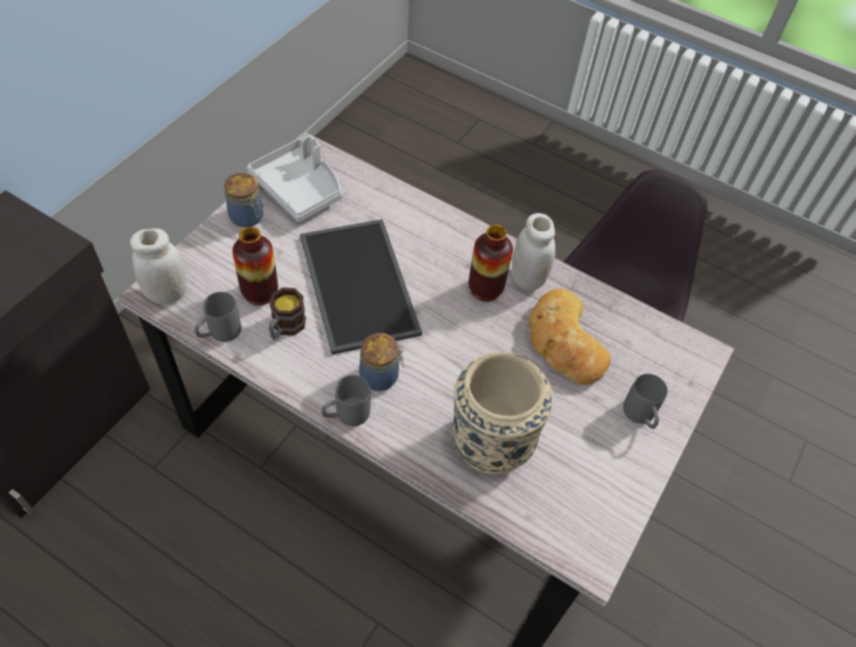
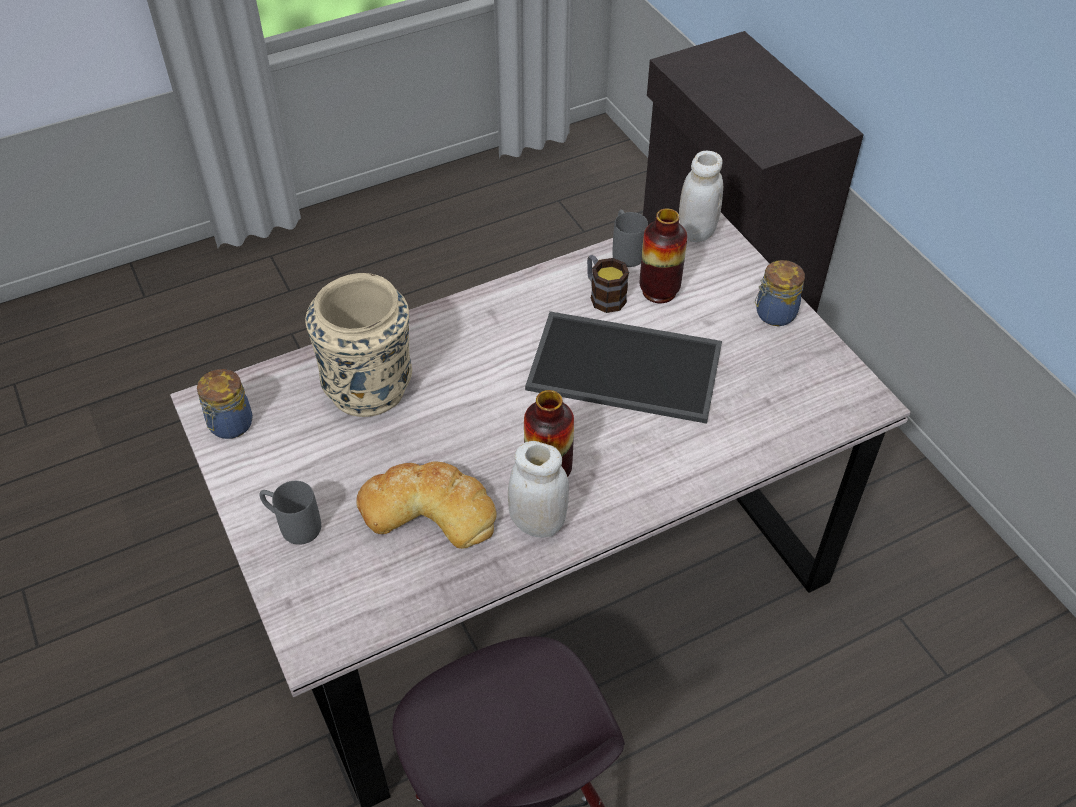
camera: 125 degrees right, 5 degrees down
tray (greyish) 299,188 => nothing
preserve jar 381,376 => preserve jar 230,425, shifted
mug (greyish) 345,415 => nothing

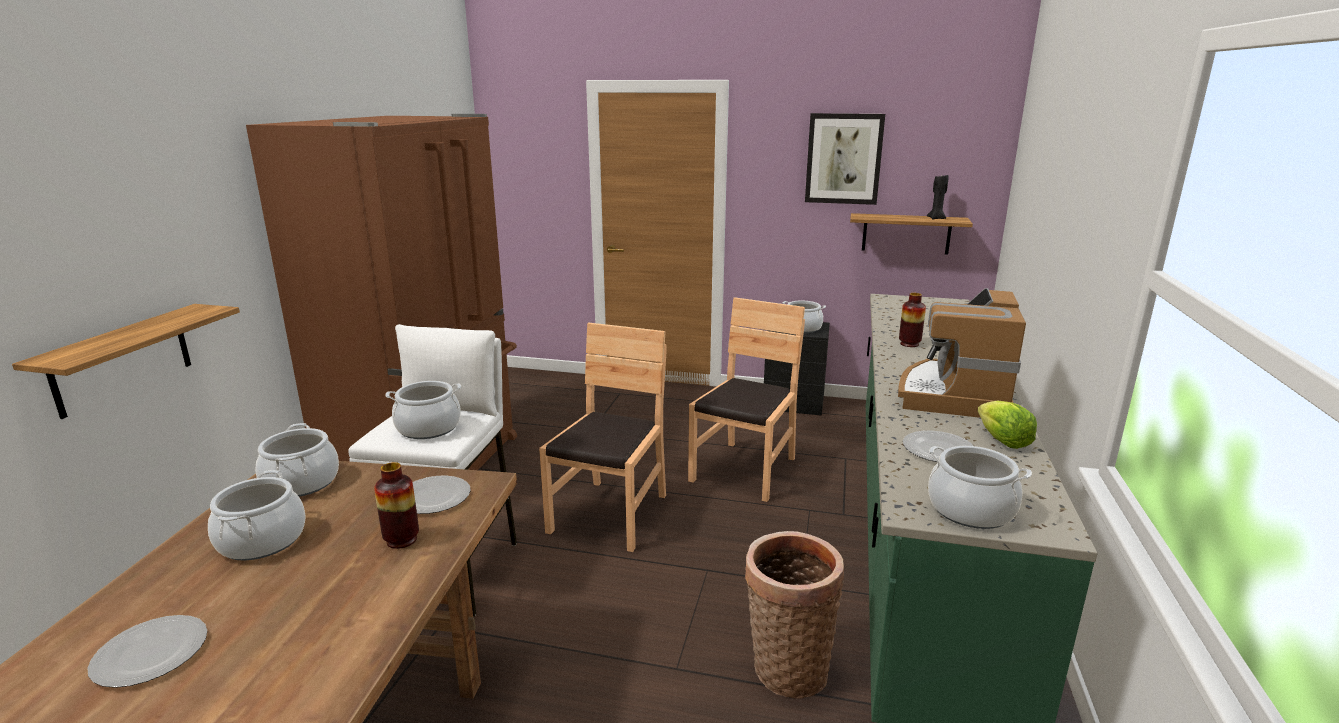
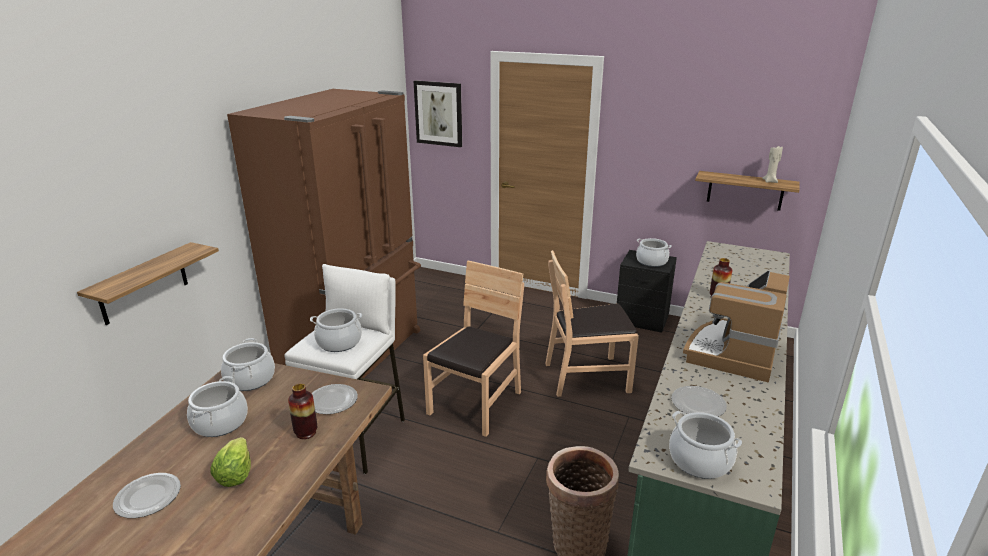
camera: 10 degrees right, 5 degrees up
picture 843,159 => picture 439,113, shifted
candle (blackish) 936,218 => candle (sand-coloured) 770,181
plain chair (brownish) 745,470 => plain chair (brownish) 587,376, 135 degrees counterclockwise
lettuce 1002,441 => lettuce 235,474, shifted

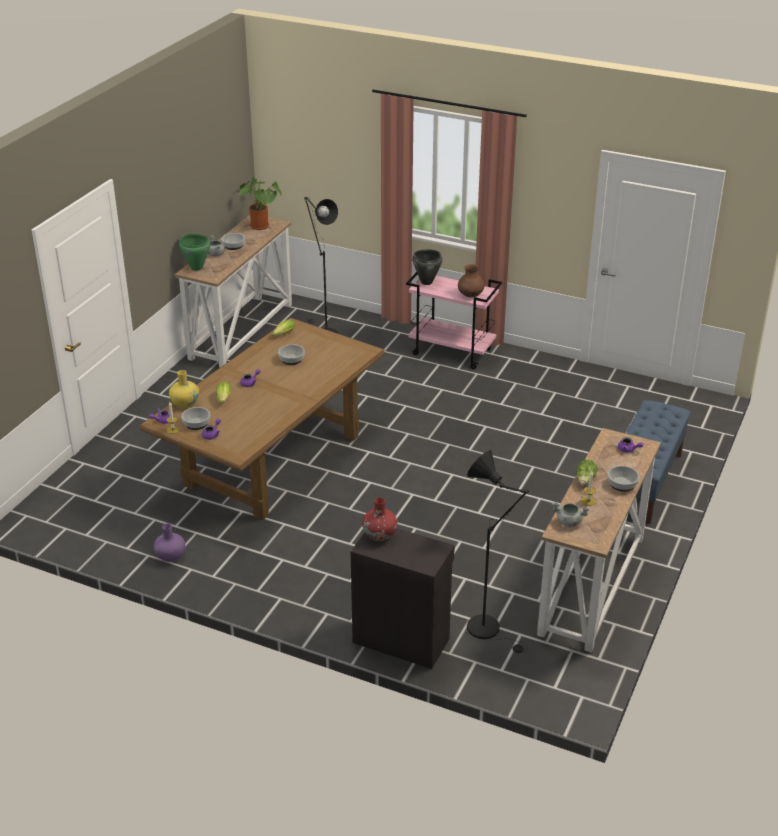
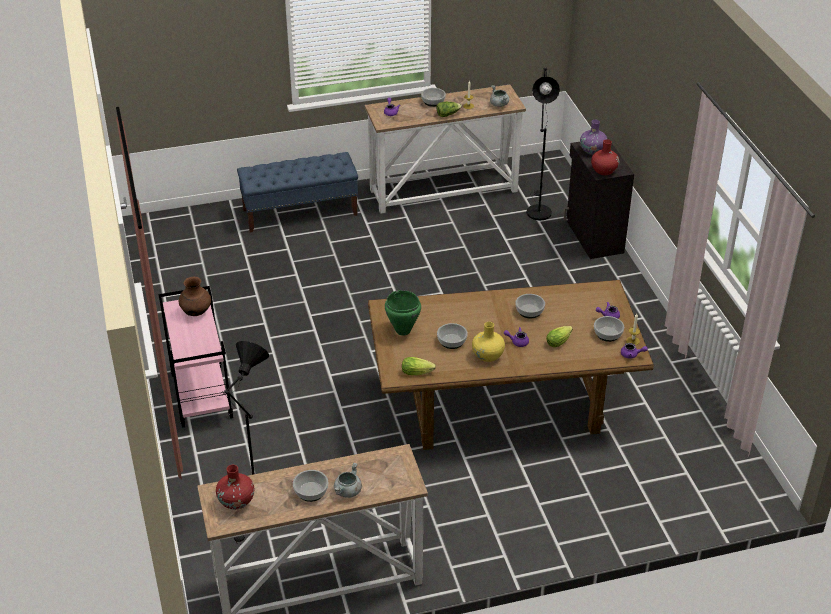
camera: 130 degrees left, 5 degrees up
houseplant 261,226 => flower vase (red) 236,501
cooking pot (green) 196,267 => cooking pot (green) 402,331, shifted
cooking pot (blackish) 426,282 => nothing
flower vase (yellow) 185,403 => flower vase (yellow) 487,356, shifted
flower vase (purple) 170,556 => flower vase (purple) 592,151, shifted
nothing => serving bowl 529,311

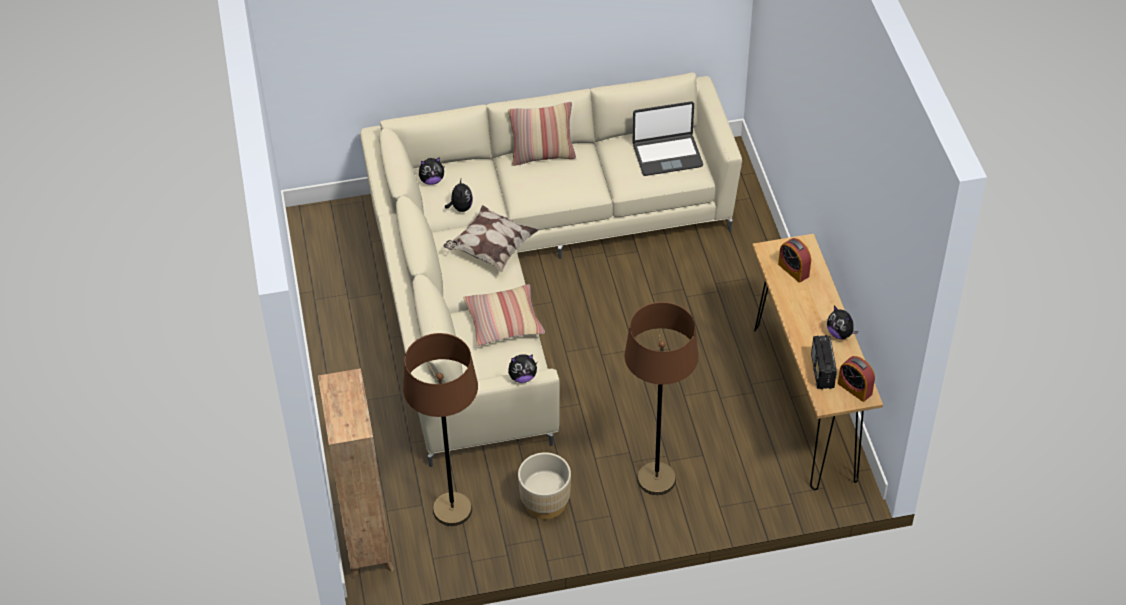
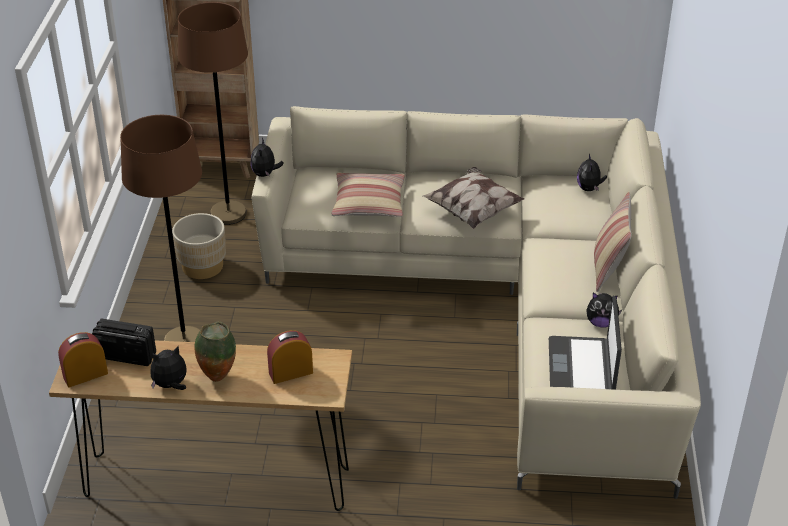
camera: 105 degrees right, 10 degrees down
cuddly toy 460,208 => cuddly toy 601,323, shifted
nothing => flower vase 218,376

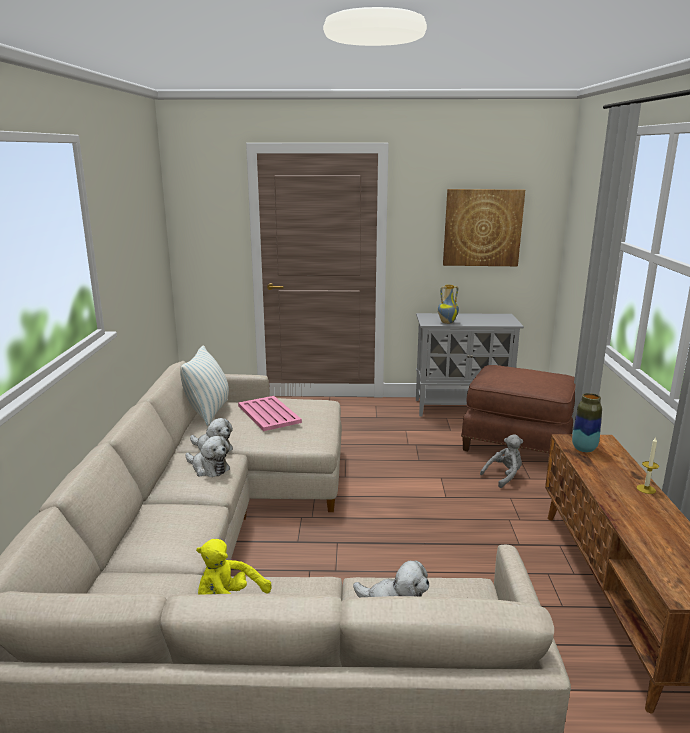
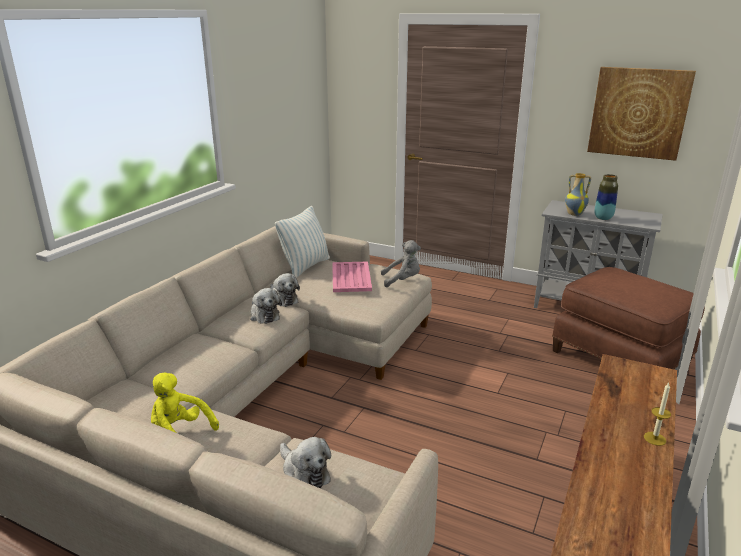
camera: 25 degrees right, 5 degrees up
flower vase 584,449 => flower vase 603,218, shifted
cuddly toy (greyish) 504,476 => cuddly toy (greyish) 402,280, shifted

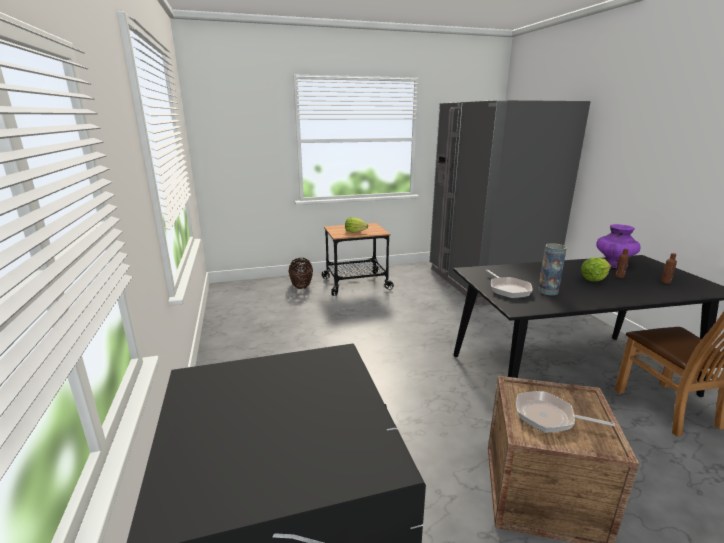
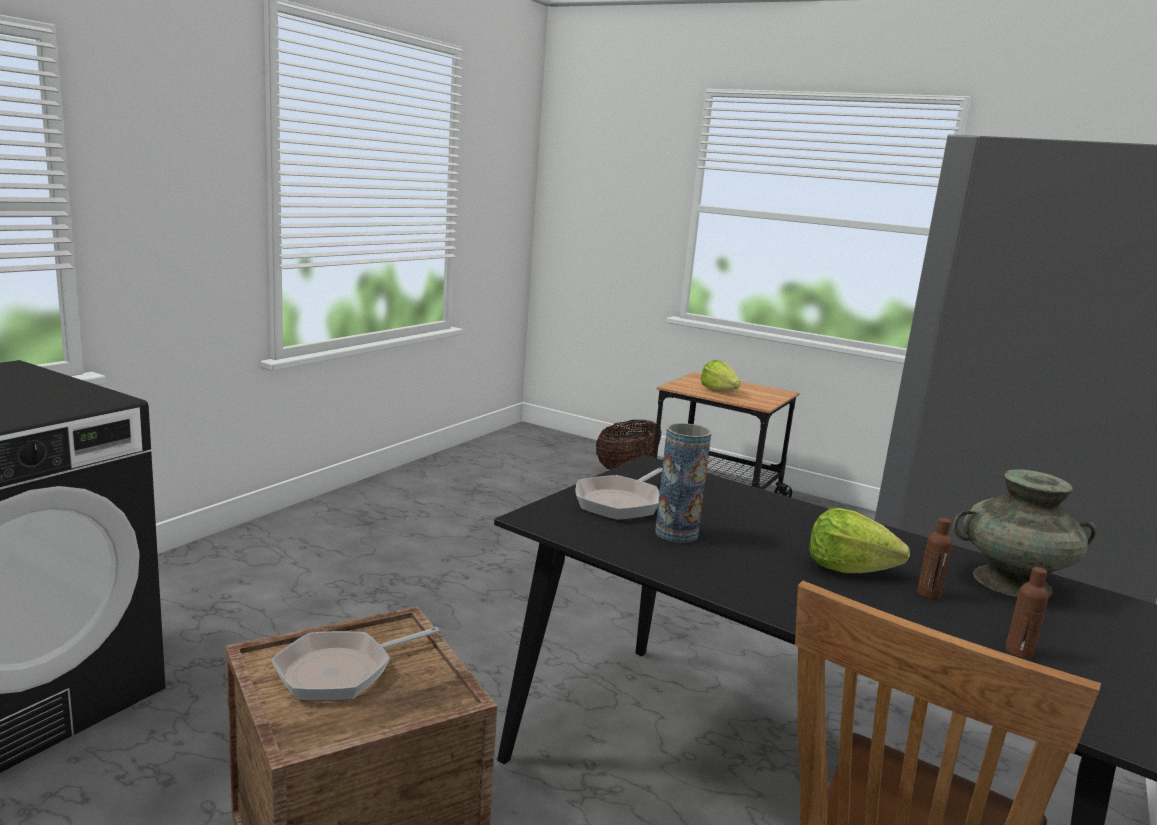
camera: 45 degrees right, 5 degrees down
flower vase (purple) 613,264 => flower vase (turquoise-coloured) 1011,582
frying pan 549,417 => frying pan 341,671, 105 degrees counterclockwise

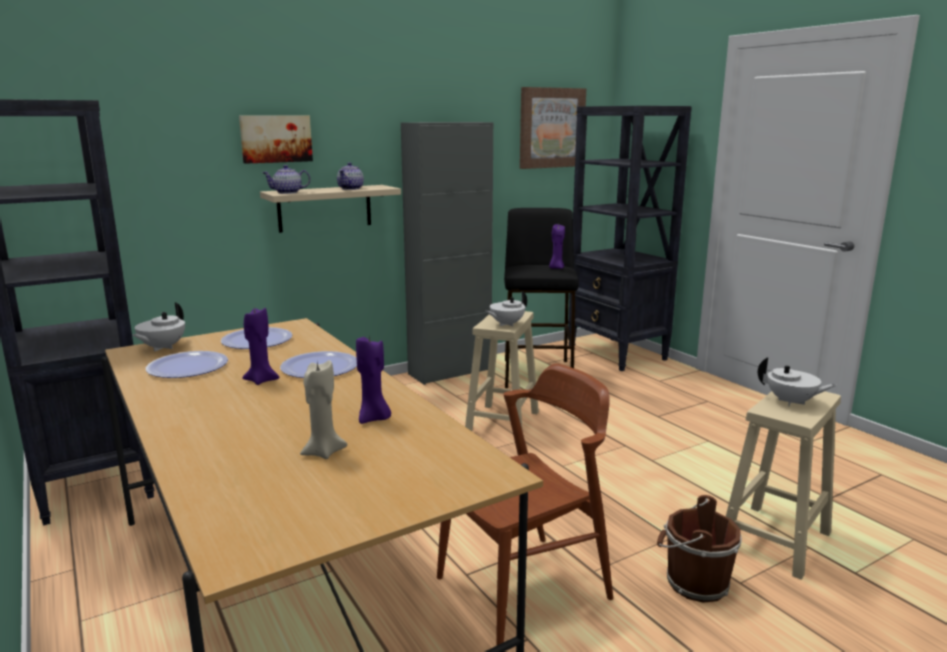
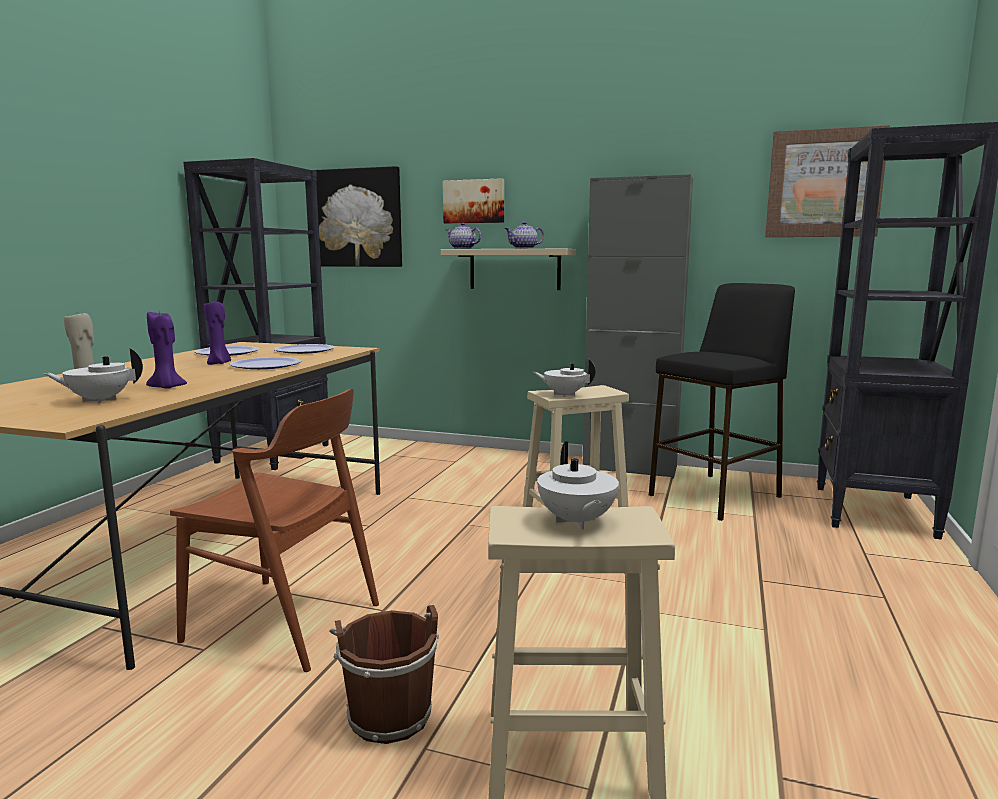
camera: 50 degrees right, 5 degrees down
candle (purple) 556,268 => nothing
teapot (white) 162,348 => teapot (white) 99,400, shifted
nothing => picture 358,218

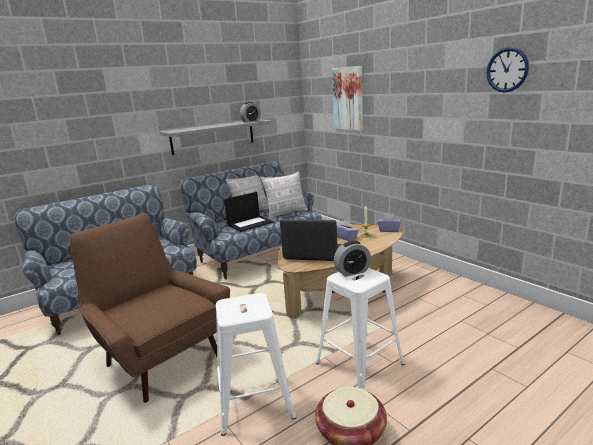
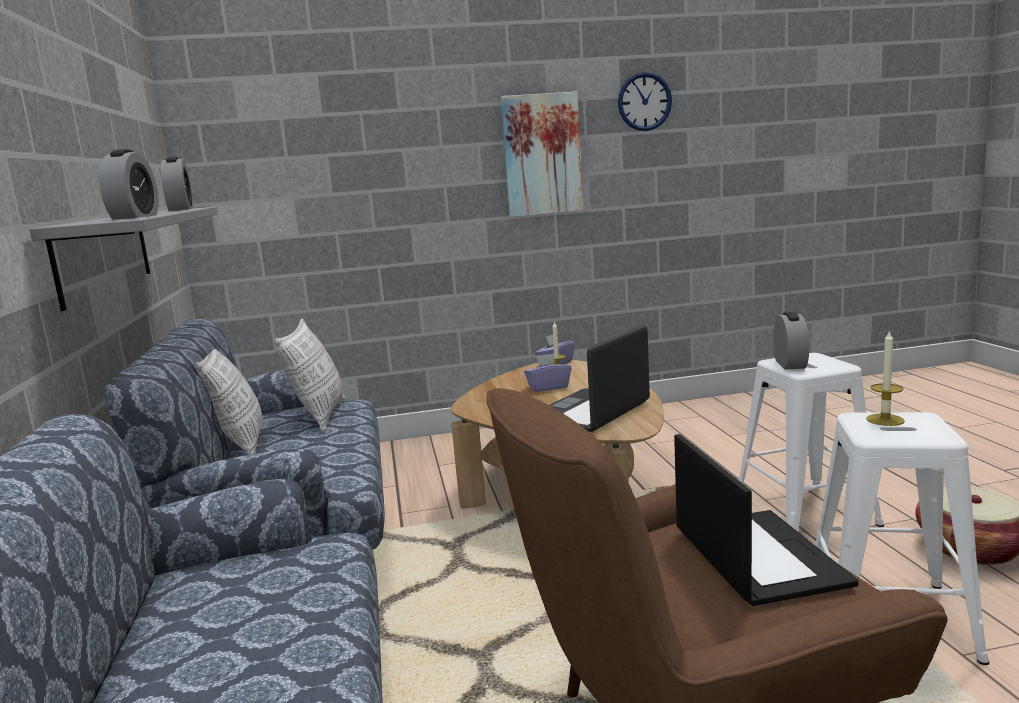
camera: 65 degrees left, 5 degrees down
picture 348,98 => picture 542,155, shifted
portable computer 250,223 => portable computer 756,555, shifted
nothing => table clock 135,217
nothing => candle 885,420

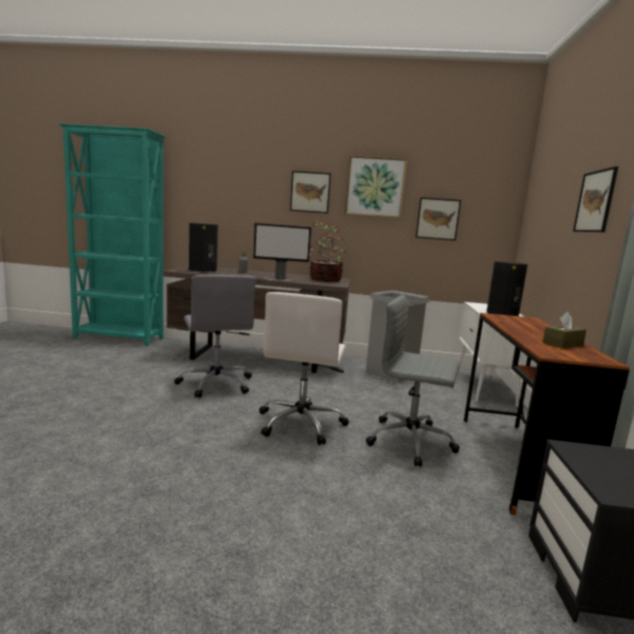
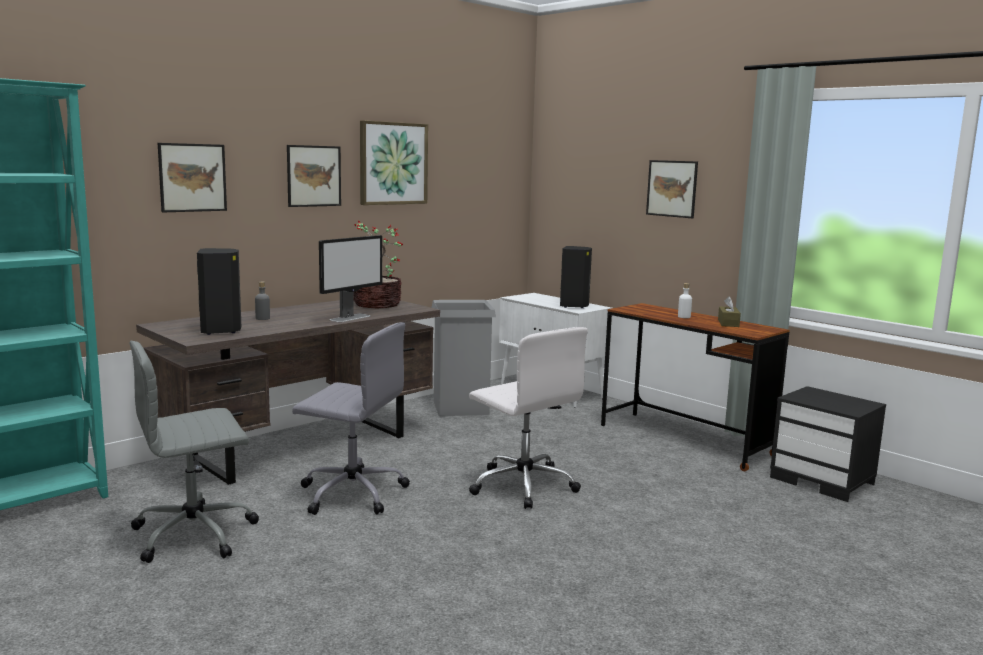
camera: 50 degrees left, 0 degrees up
picture 437,219 => picture 192,177, shifted
desk chair (greyish) 412,441 => desk chair (greyish) 196,534, shifted
nothing => bottle (white) 684,317

